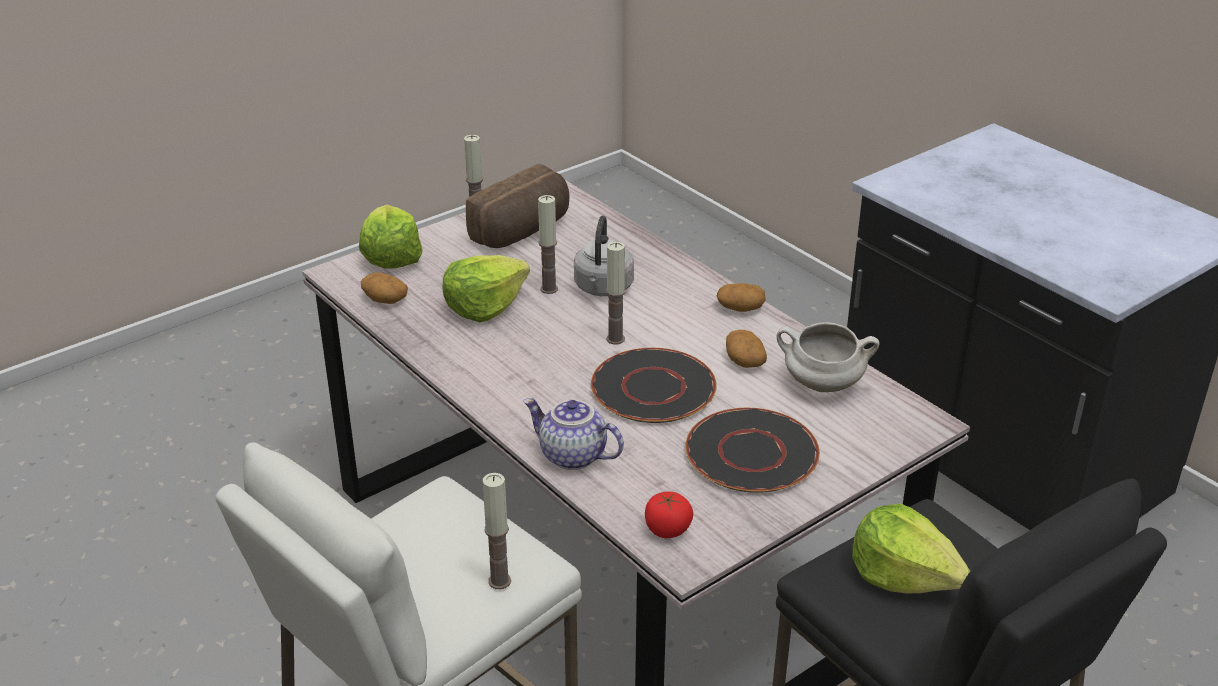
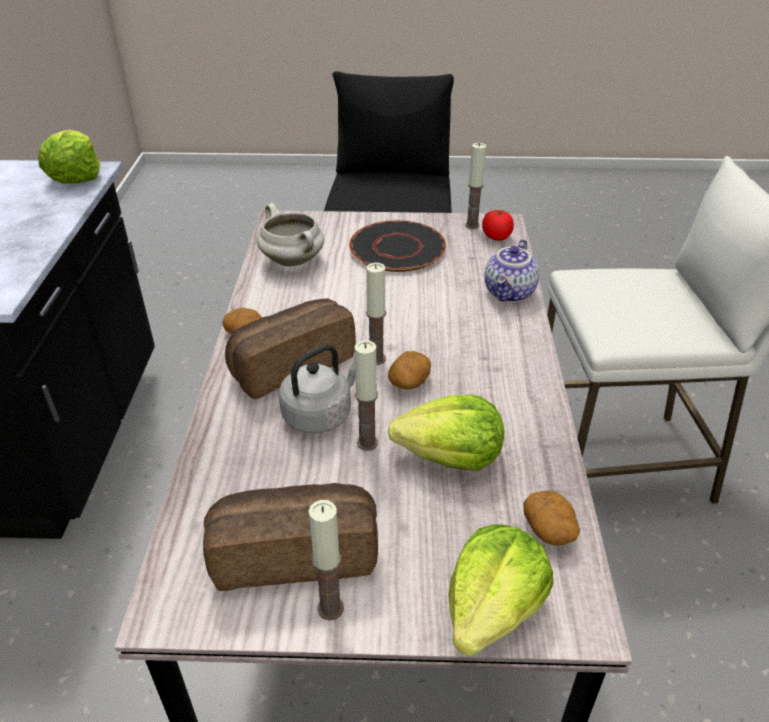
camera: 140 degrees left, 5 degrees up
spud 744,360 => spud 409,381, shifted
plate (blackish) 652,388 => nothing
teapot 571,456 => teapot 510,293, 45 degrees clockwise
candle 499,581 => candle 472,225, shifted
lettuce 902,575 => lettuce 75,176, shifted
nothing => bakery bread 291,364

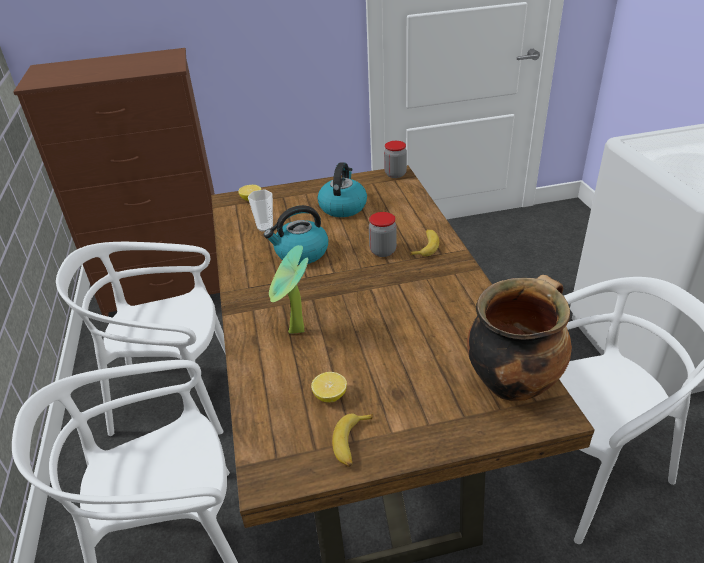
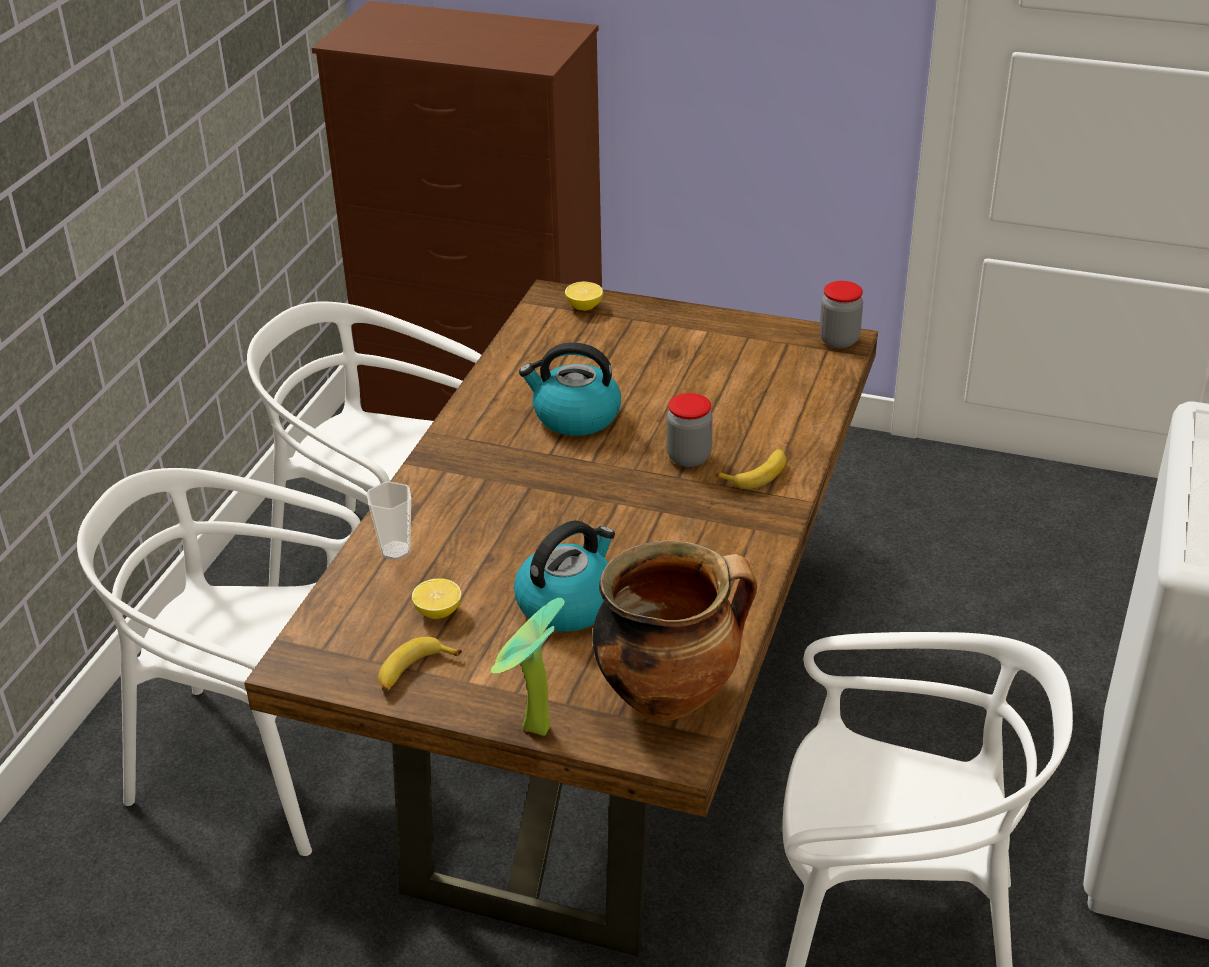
camera: 30 degrees right, 0 degrees up
water kettle 343,207 => water kettle 567,603, shifted
small cup 265,227 => small cup 395,550, shifted
houseplant 295,333 => houseplant 531,731, shifted

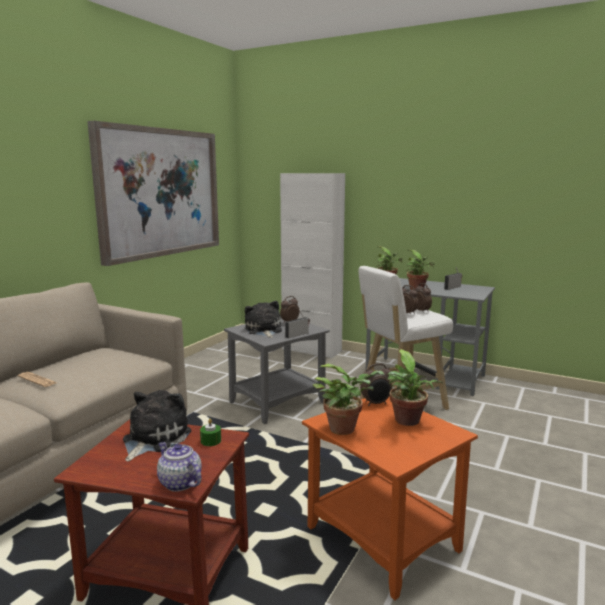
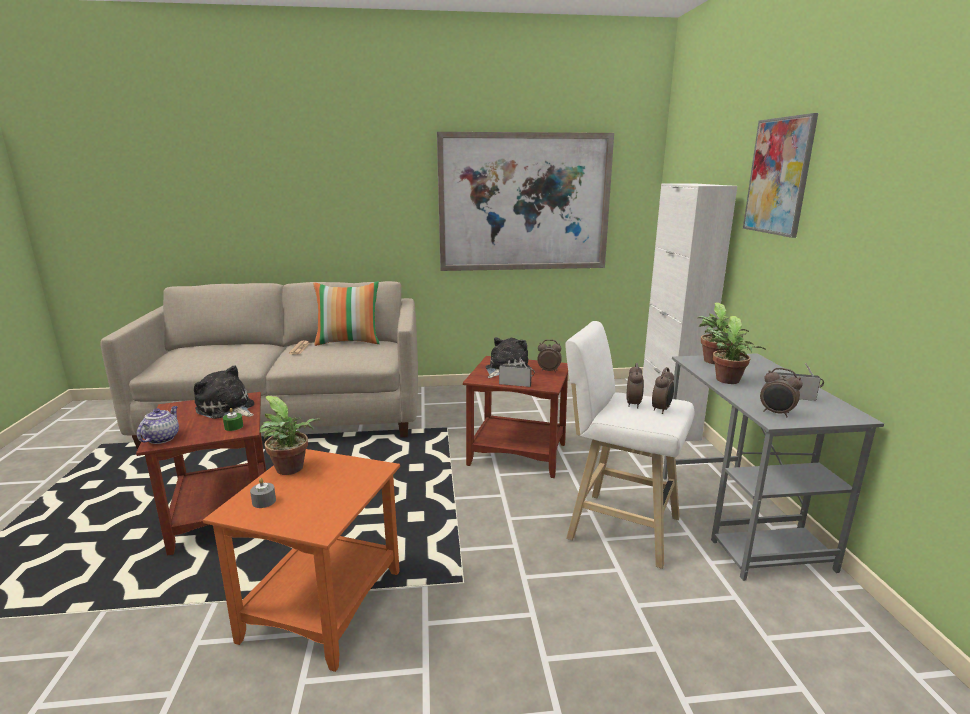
camera: 55 degrees right, 5 degrees up
side table (greyish) 278,402 => side table (brownish) 517,455
houseplant 408,422 => nothing
table clock 376,403 => table clock 776,413, shifted
cuddly toy 153,438 => cuddly toy 227,409, 135 degrees counterclockwise
nothing => picture 778,176
nothing => cushion 349,342
nothing => candle (greyish) 264,501

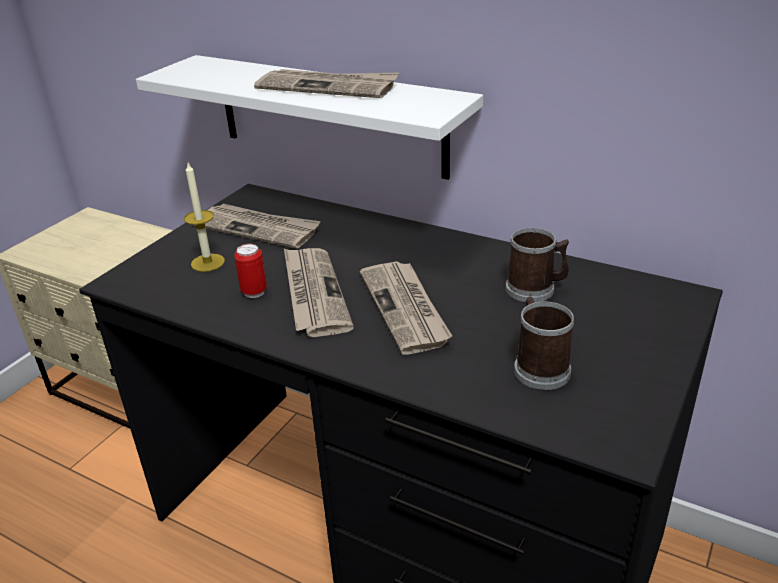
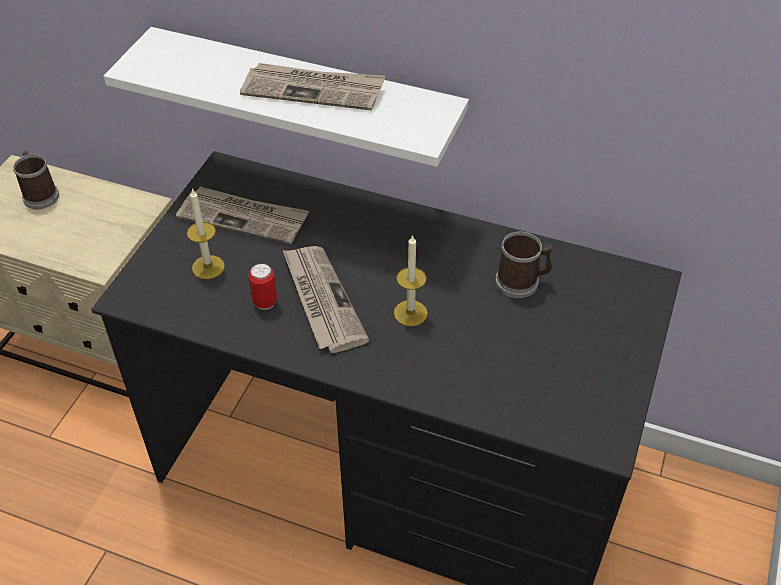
camera: 10 degrees left, 15 degrees up
printed paper 406,309 => candle 410,313
mug 539,367 => mug 40,194, shifted

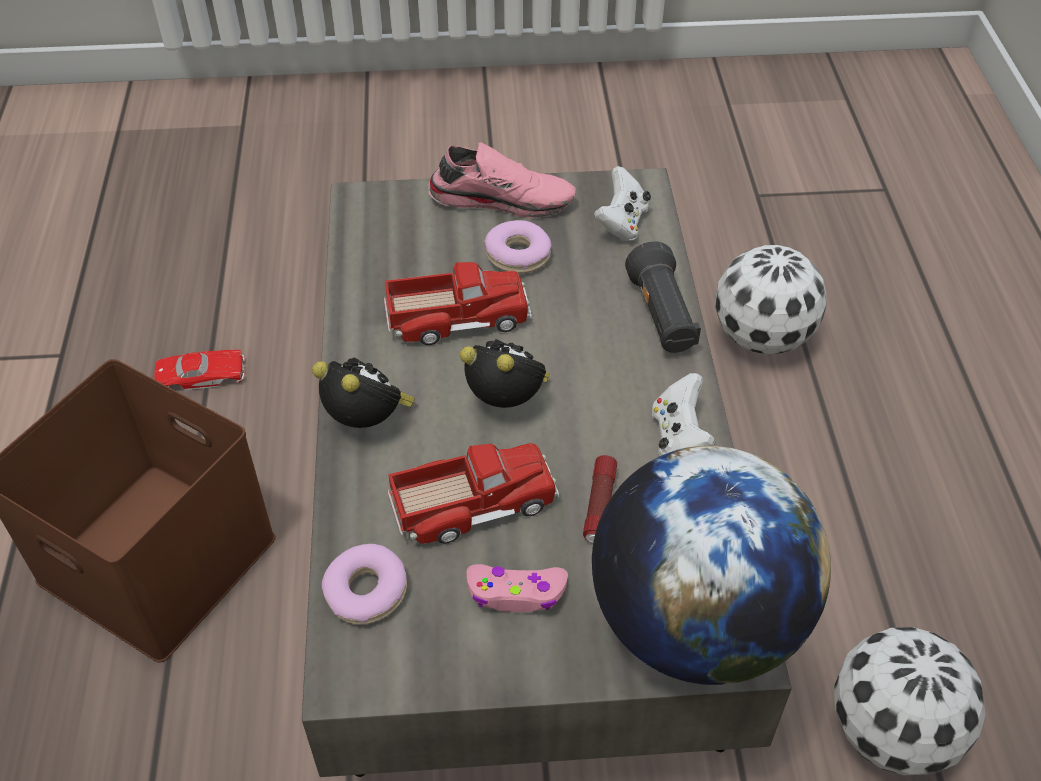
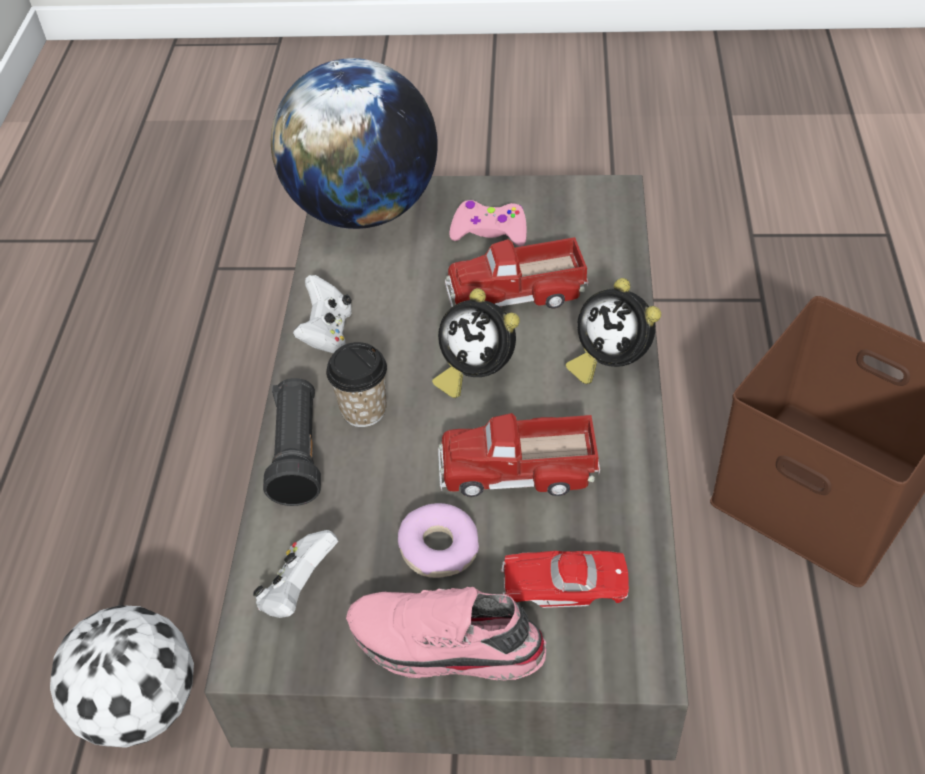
camera: 170 degrees left, 0 degrees up
model car (red) 201,375 => model car (red) 564,583, shifted
hand torch 599,506 => nothing
donut 366,592 => nothing
football ball 892,733 => nothing
nothing => small cup 364,410

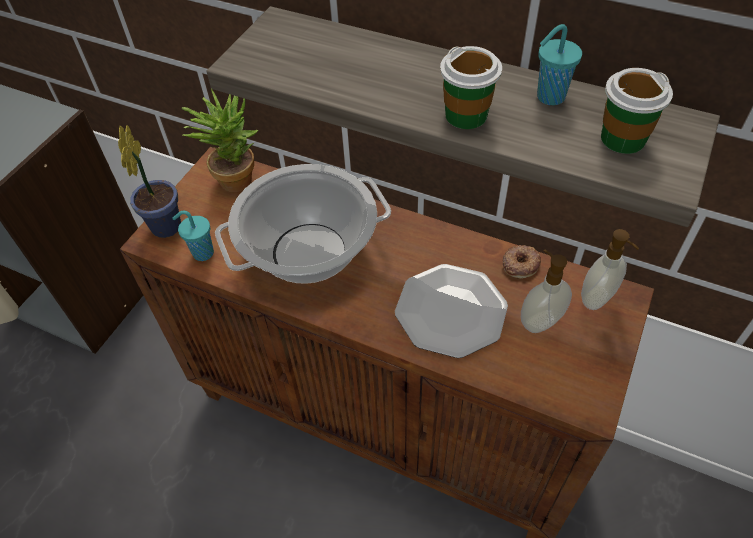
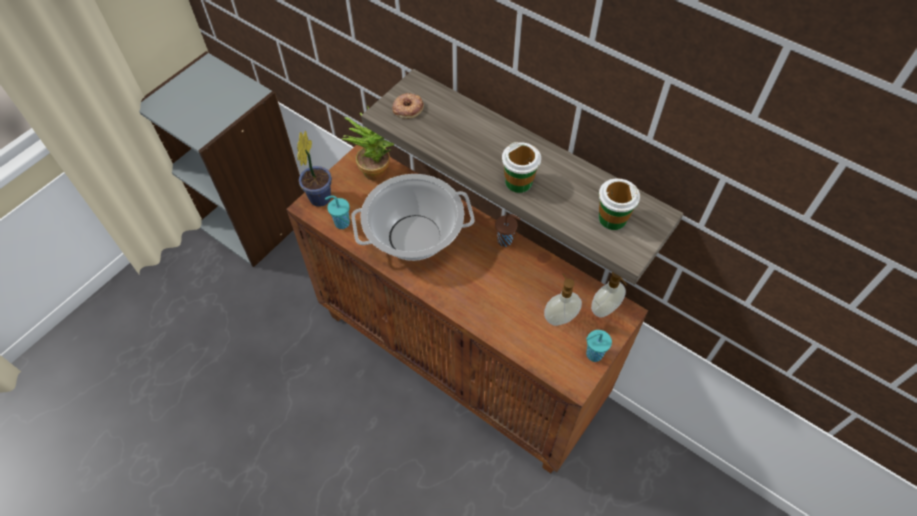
camera: 10 degrees right, 5 degrees up
small cup (turquoise-coloured) 549,97 => small cup (turquoise-coloured) 593,354, shifted
donut 520,264 => donut 407,108, shifted
plate 451,311 => nothing
nothing => small cup (brownish) 506,240

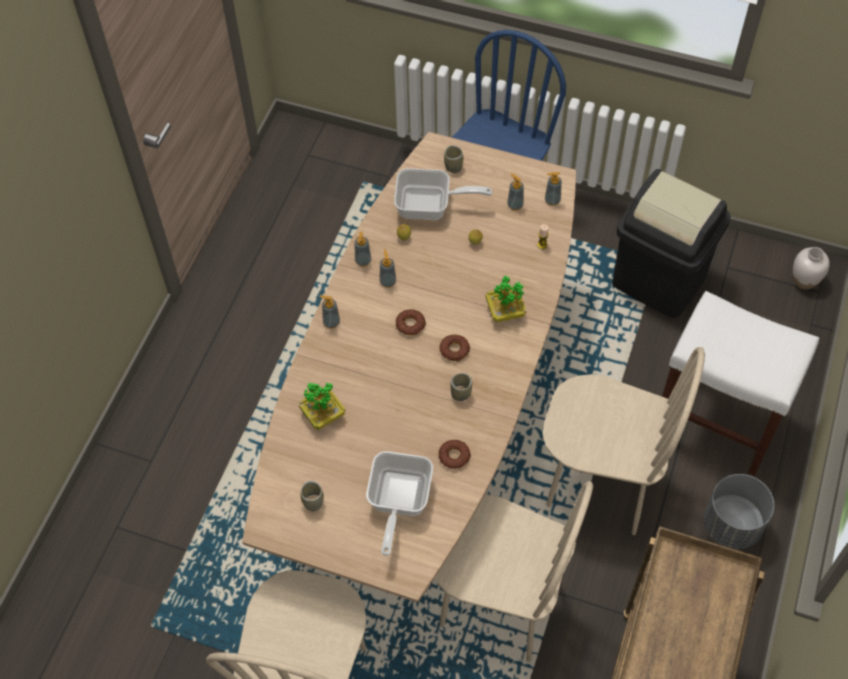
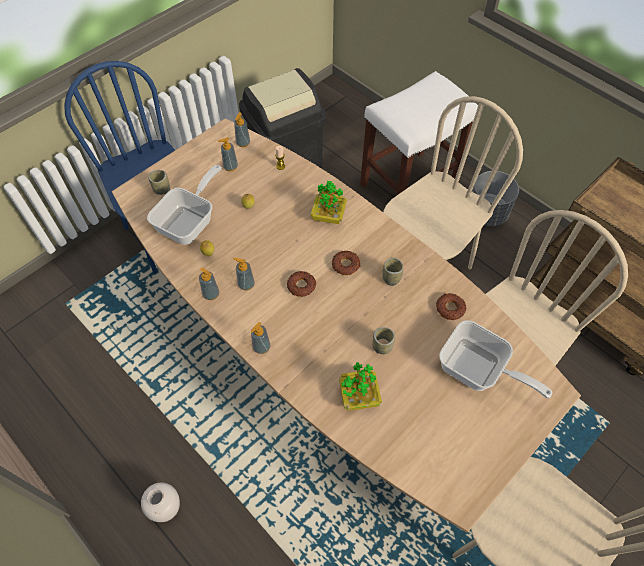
camera: 65 degrees left, 0 degrees up
flower vase (white) 804,281 => flower vase (white) 166,508, shifted
small cup 313,502 => small cup 382,347, shifted

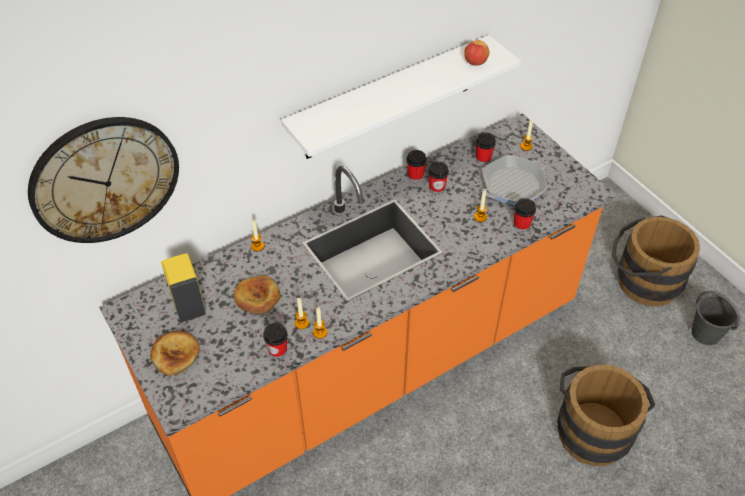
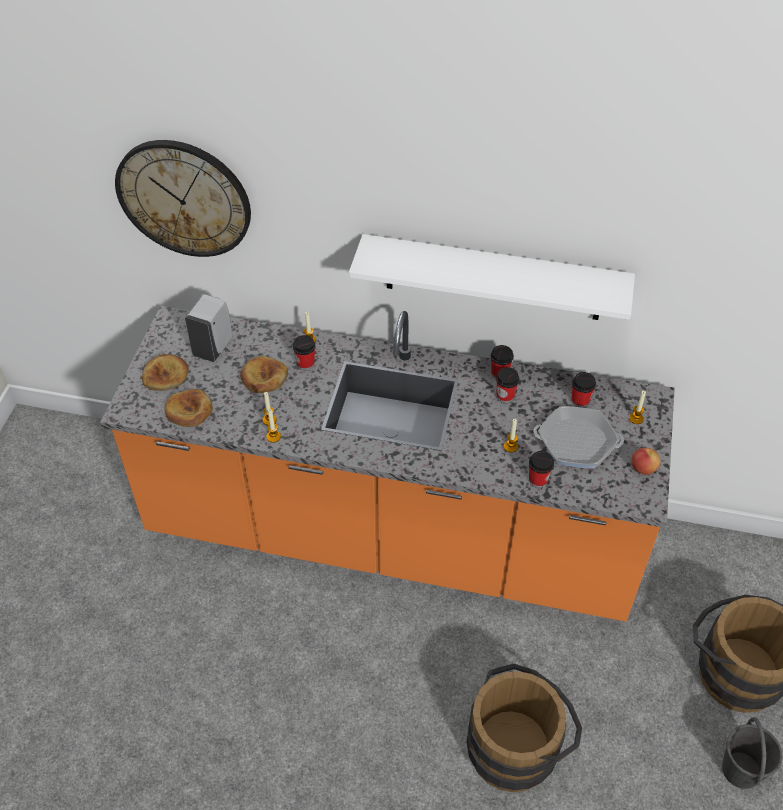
camera: 45 degrees right, 0 degrees up
apple 475,62 => apple 643,469, shifted
soap bottle (yellow) 188,304 => soap bottle (white) 214,347
small cup 277,350 => small cup 305,364, shifted
nothing => bakery bread 189,411

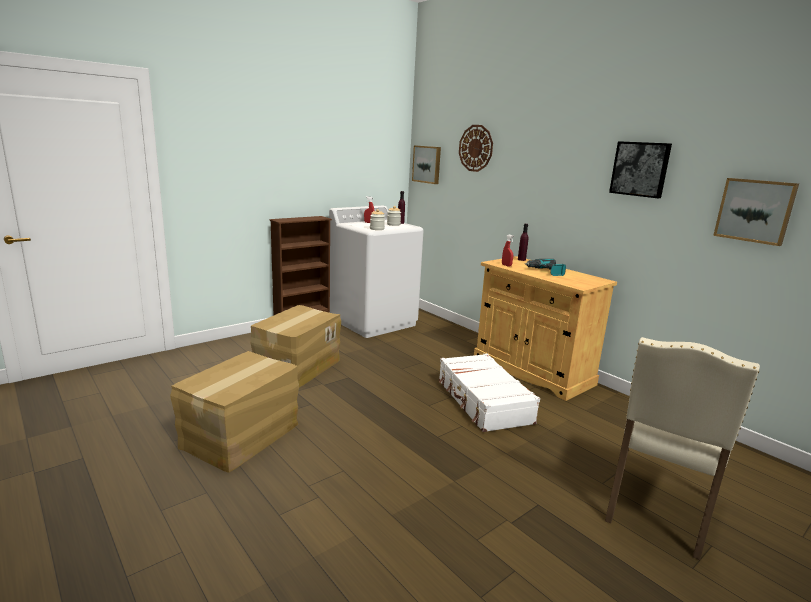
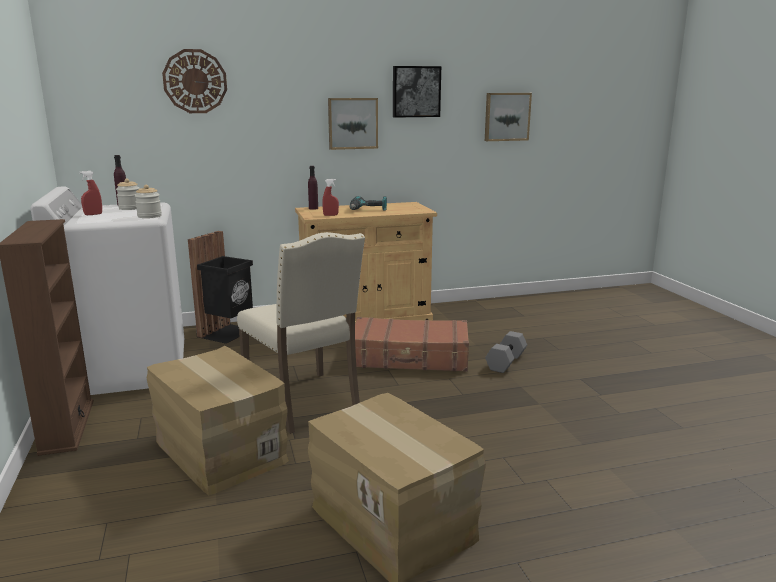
camera: 65 degrees left, 0 degrees up
picture 427,164 => picture 352,123, shifted
plain chair (sand-coloured) 657,509 => plain chair (sand-coloured) 305,403, shifted
travel case (white) 483,402 => travel case (brownish) 410,357
nothing => trash can (blackish) 228,333
nothing => free weight (greyish) 506,362

